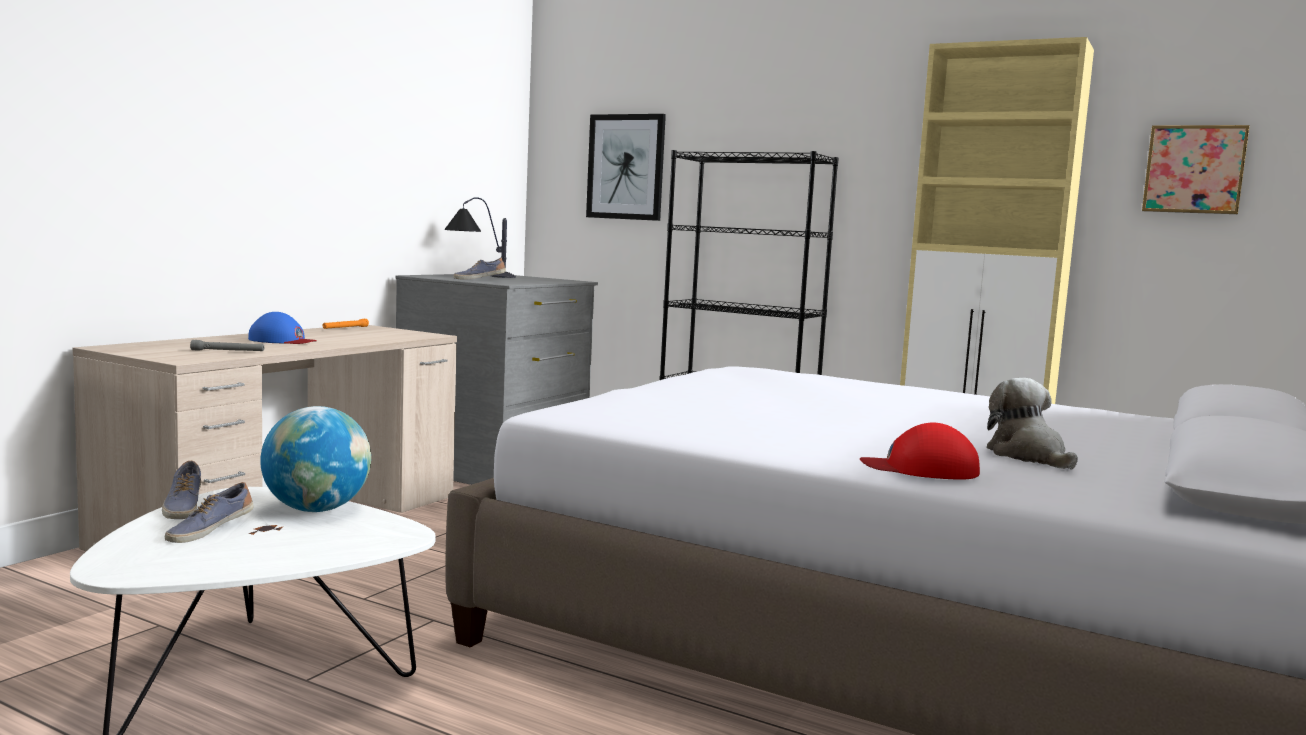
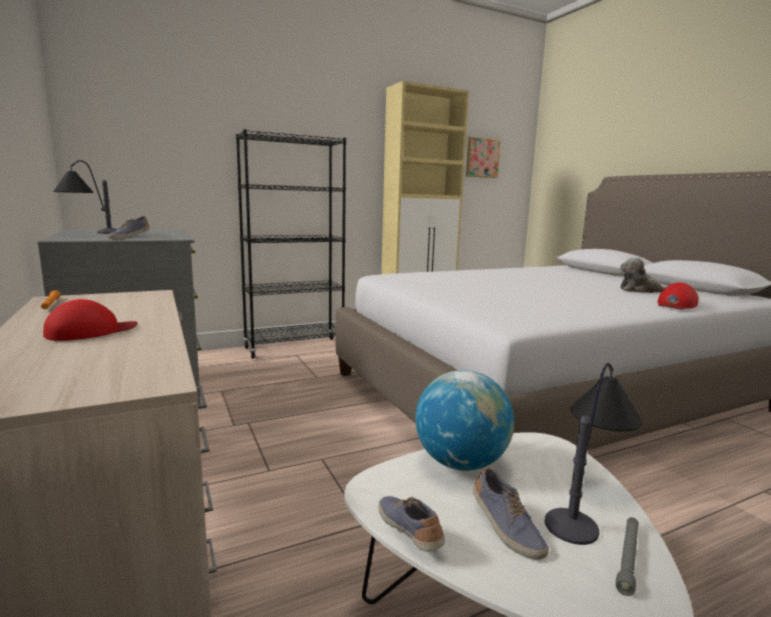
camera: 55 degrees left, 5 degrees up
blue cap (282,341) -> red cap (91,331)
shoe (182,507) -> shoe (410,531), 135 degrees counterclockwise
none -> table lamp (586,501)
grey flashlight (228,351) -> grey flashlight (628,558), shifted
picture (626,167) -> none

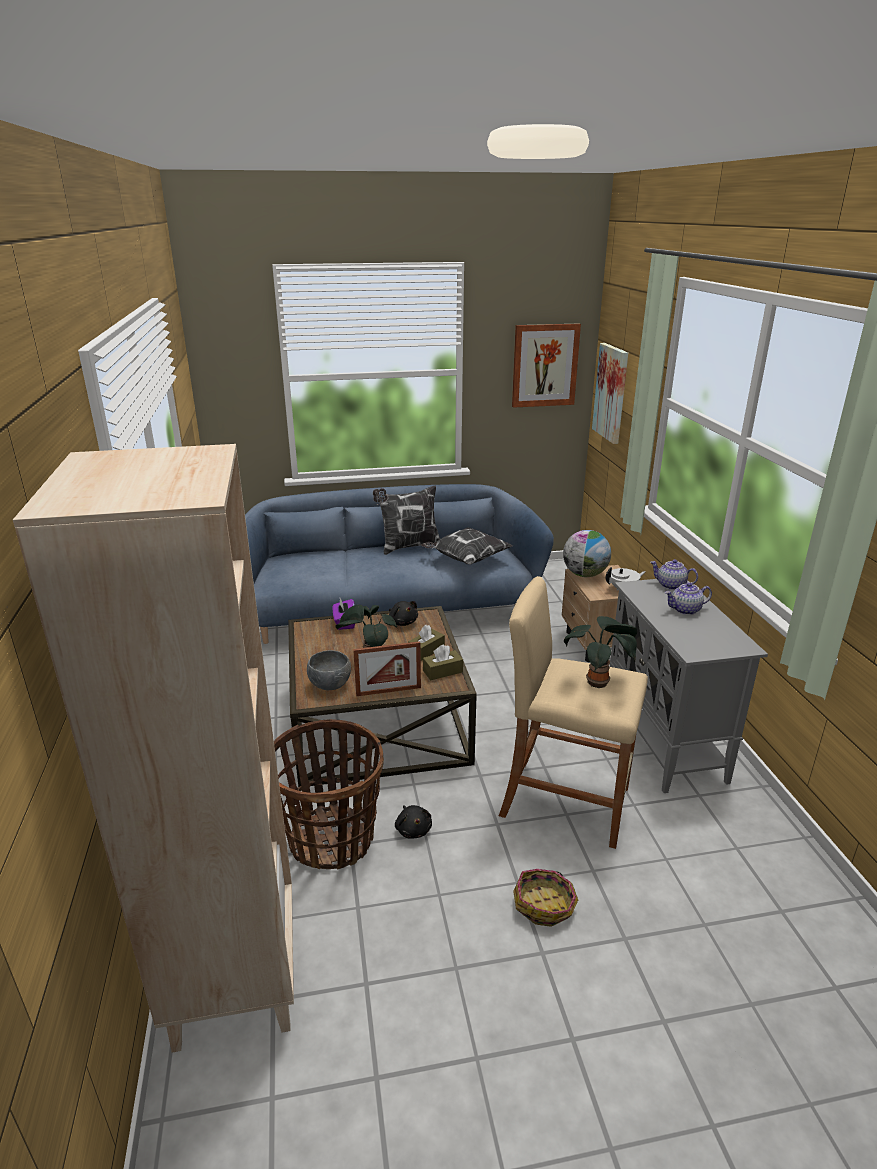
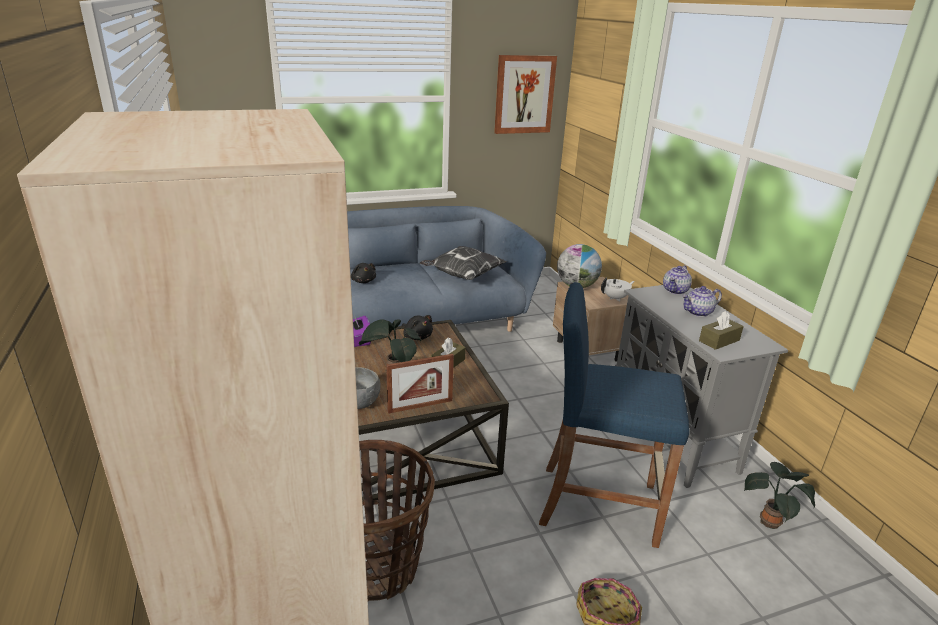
camera: 10 degrees left, 0 degrees up
black plush toy (413,829) -> black plush toy (363,281), shifted
beige stool (565,801) -> blue stool (598,504)
teapot (670,585) -> teapot (675,291), 75 degrees counterclockwise
brown tissue box (442,671) -> brown tissue box (719,340), shifted
potted plant (599,682) -> potted plant (770,521), shifted
pillow (408,546) -> none
picture (611,392) -> none

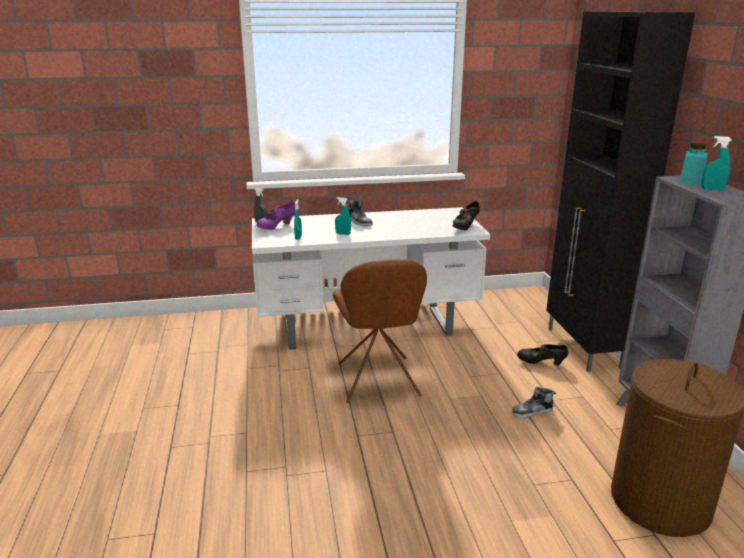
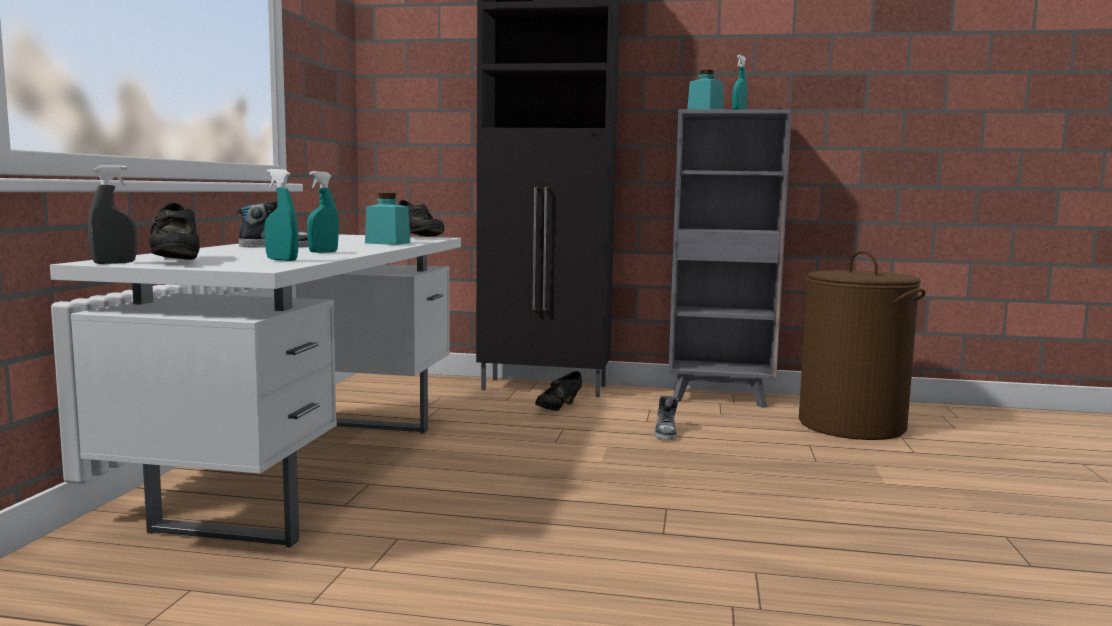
camera: 70 degrees left, 15 degrees down
purple shoe (276,227) -> black shoe (176,261)
none -> turquoise jar (387,243)
brown chair (378,381) -> none

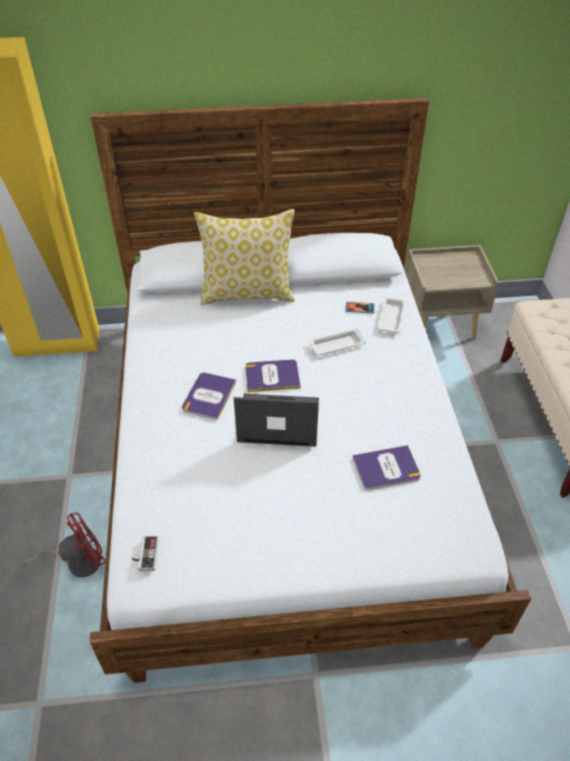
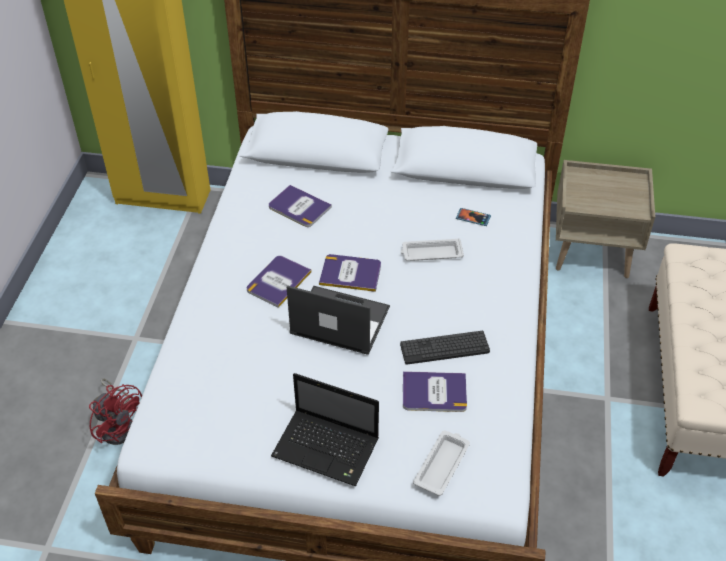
camera: 15 degrees right, 0 degrees up
red fan (77,561) -> red fan (119,425), 60 degrees clockwise
none -> book (299,207)
none -> laptop (328,448)
none -> keyboard (444,348)
white tray (391,317) -> white tray (442,464), shifted
game controller (145,555) -> none
pillow (248,293) -> none

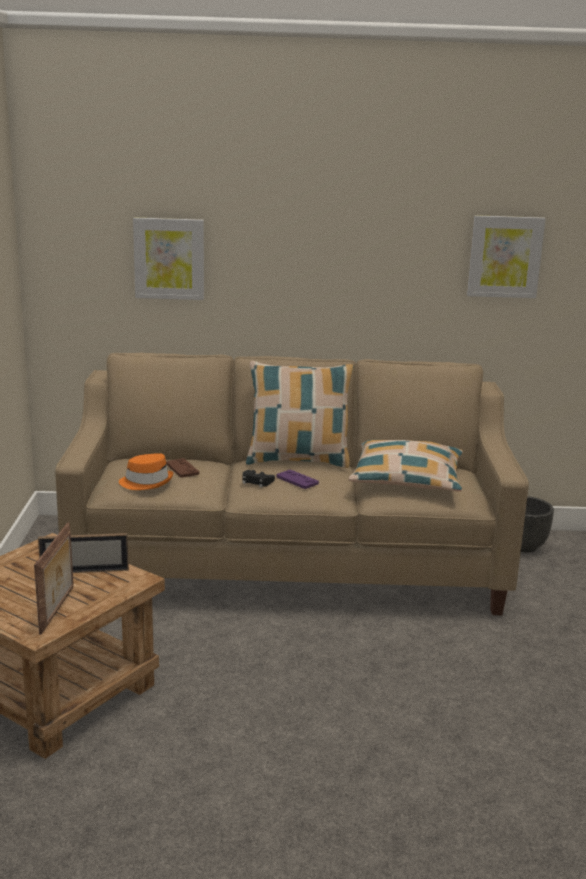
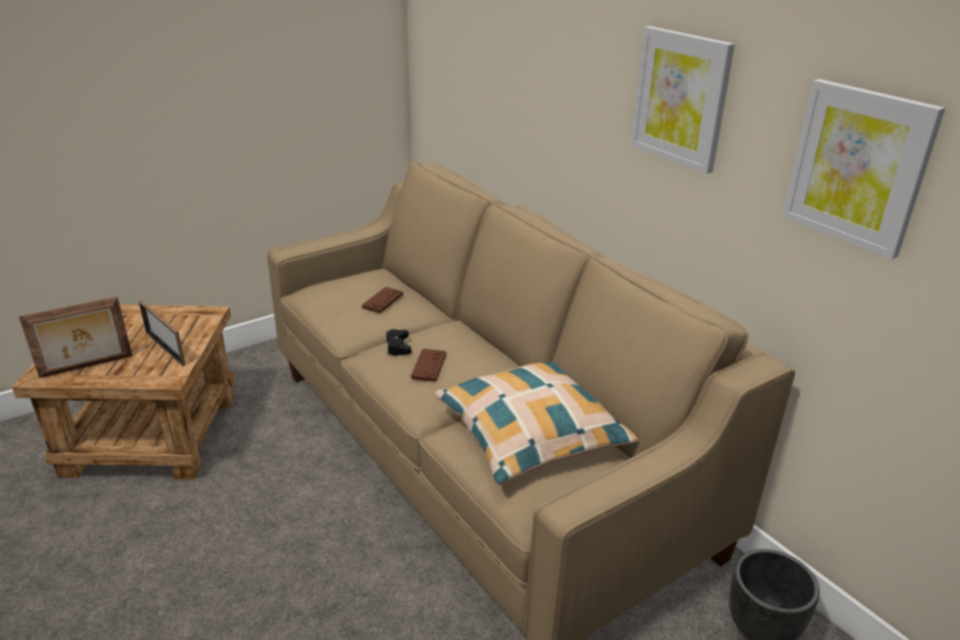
camera: 55 degrees right, 10 degrees up
purple game controller (297,480) -> brown game controller (429,366)
picture (169,258) -> picture (681,98), shifted
orange hat (146,482) -> none
pillow (298,460) -> none

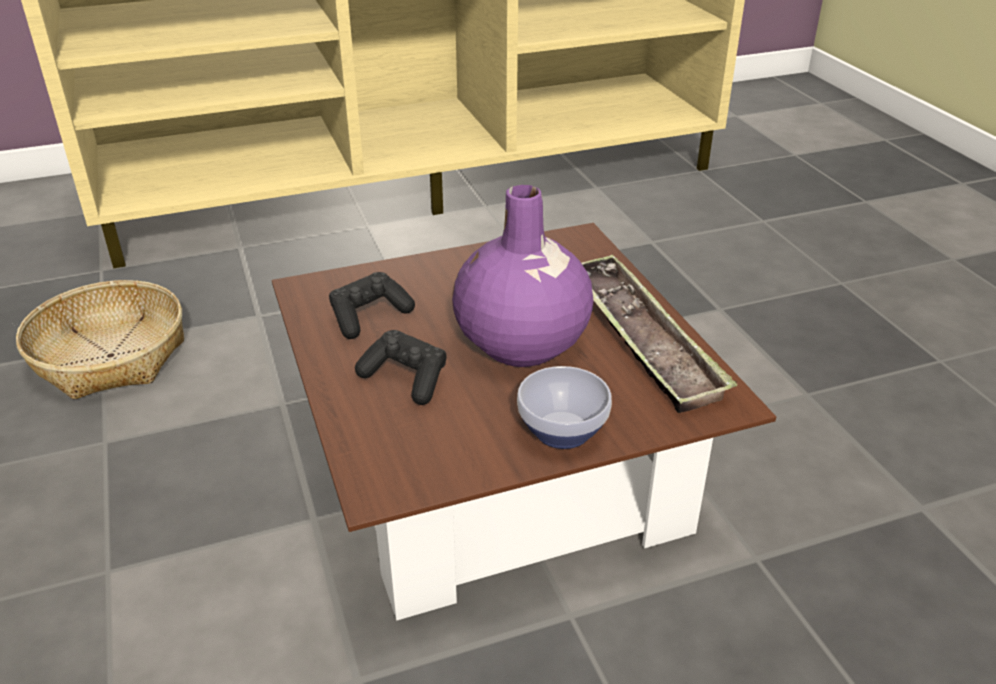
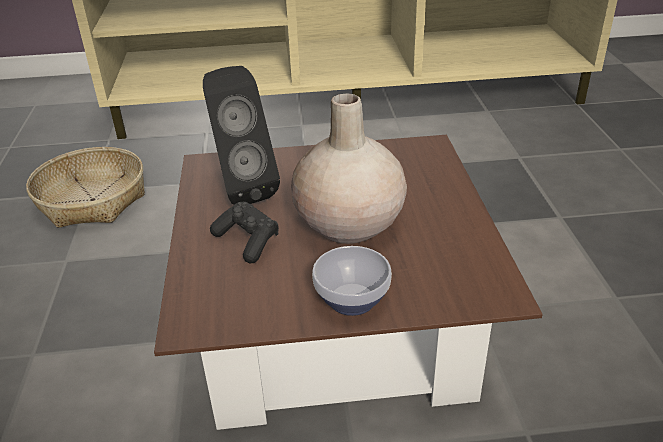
camera: 15 degrees right, 0 degrees up
black game controller (369,317) -> black speaker (241,190)
purple vase (522,344) -> beige vase (349,224)
tray (641,338) -> none

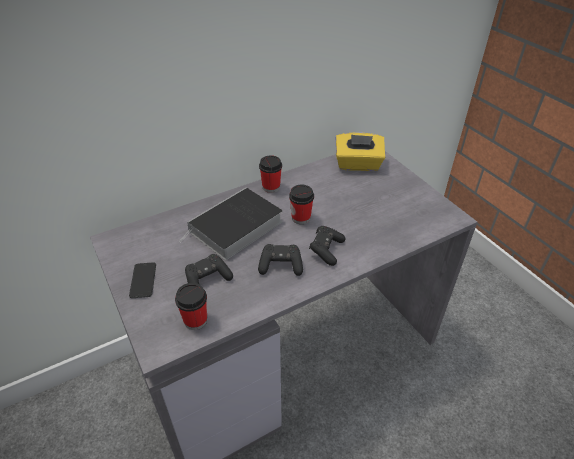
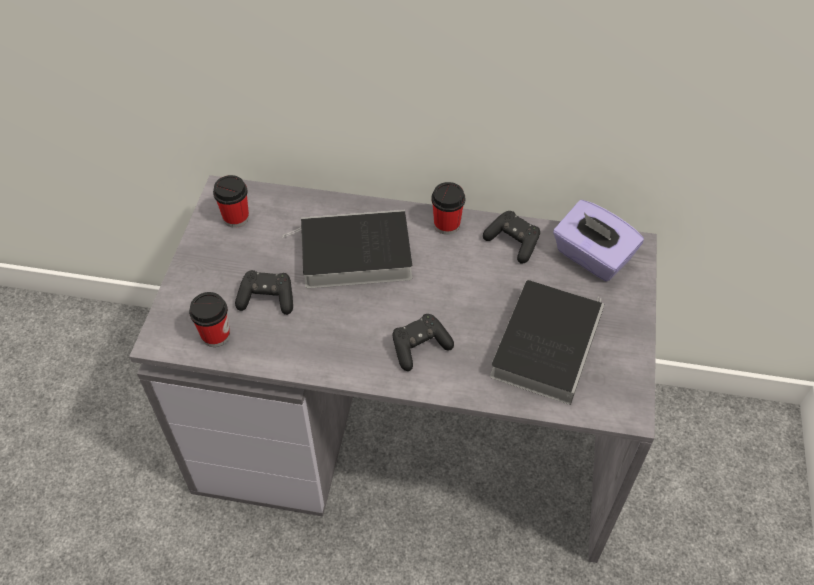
camera: 40 degrees right, 10 degrees up
cup (301,218) -> cup (236,218), shifted
black game controller (281,266) -> black game controller (513,242), shifted
none -> book (546,342)
yellow tissue box (358,165) -> purple tissue box (591,257)
phone (143,280) -> none

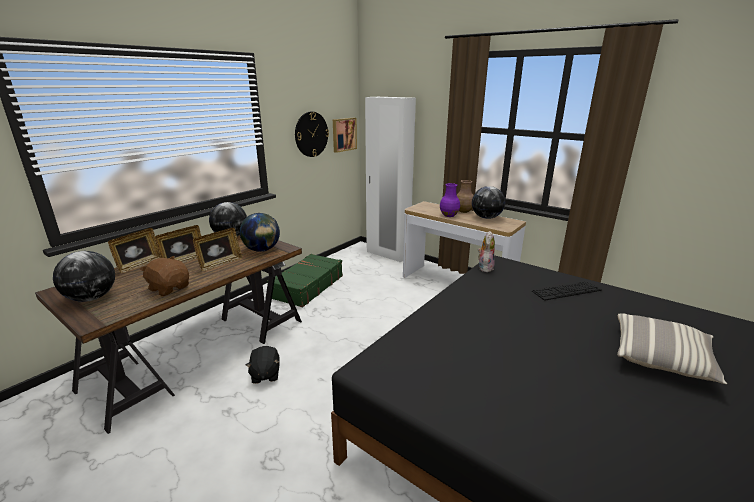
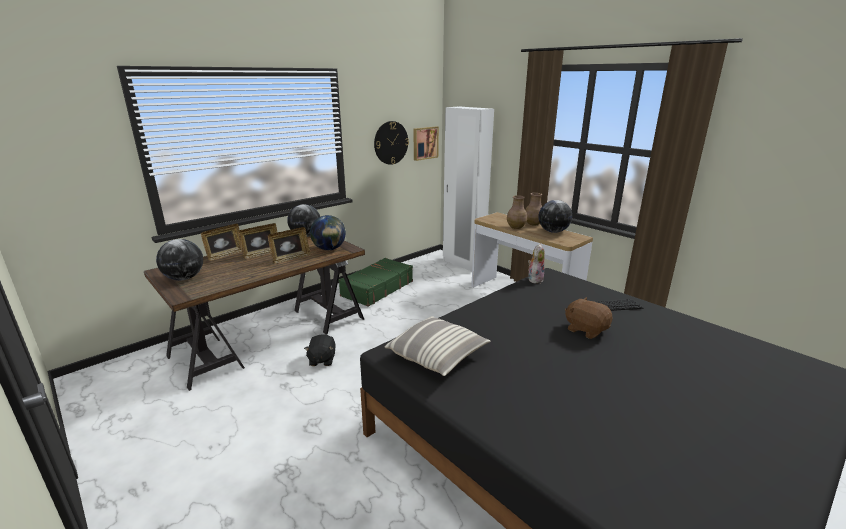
camera: 10 degrees right, 0 degrees up
pillow (661,358) -> pillow (437,356), shifted
purple vase (449,215) -> brown vase (516,227)
brown plush toy (169,288) -> brown plush toy (586,330), shifted

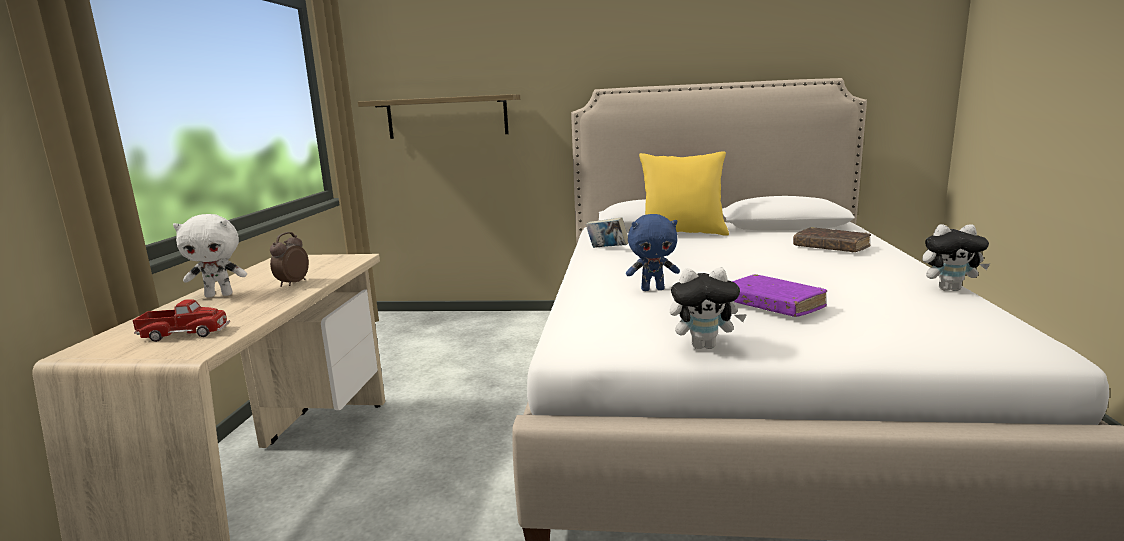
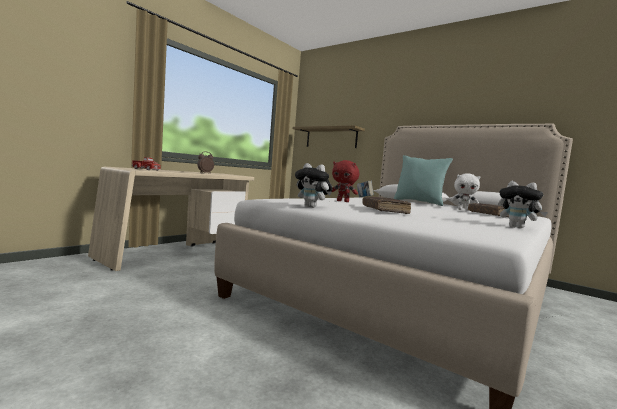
camera: 30 degrees right, 10 degrees down
blue plush toy (653,289) -> red plush toy (343,201)
purple book (773,305) -> brown book (384,210)
yellow pillow (683,234) -> turquoise pillow (419,203)
white plush toy (220,295) -> white plush toy (463,210), shifted

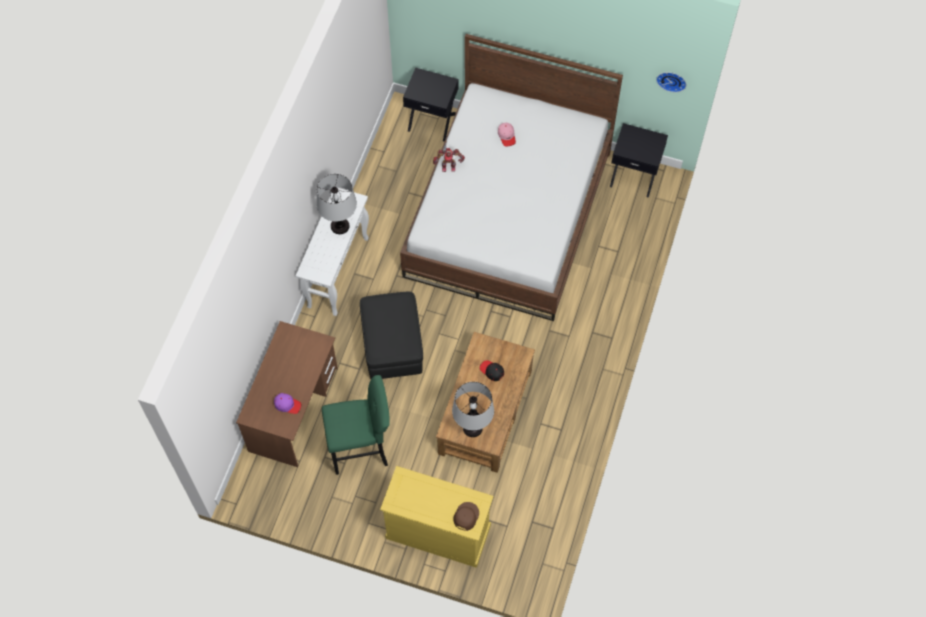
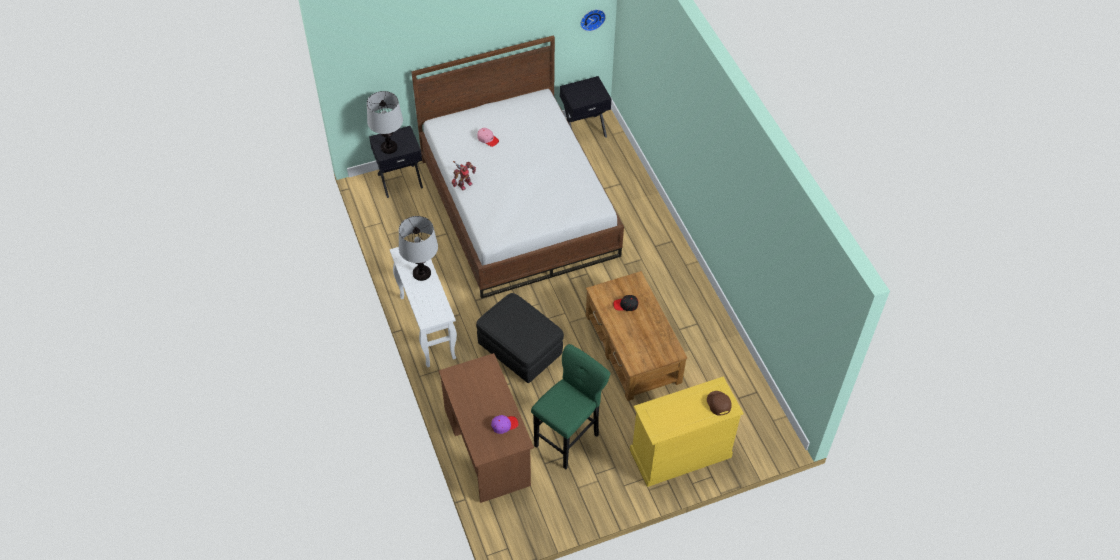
camera: 40 degrees left, 10 degrees down
table lamp (473,428) -> table lamp (389,147), shifted

